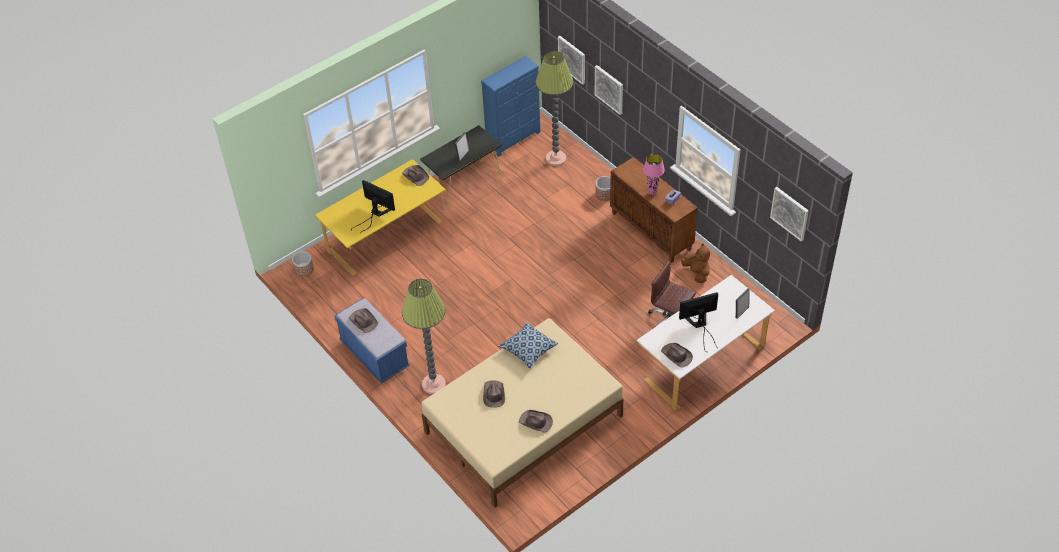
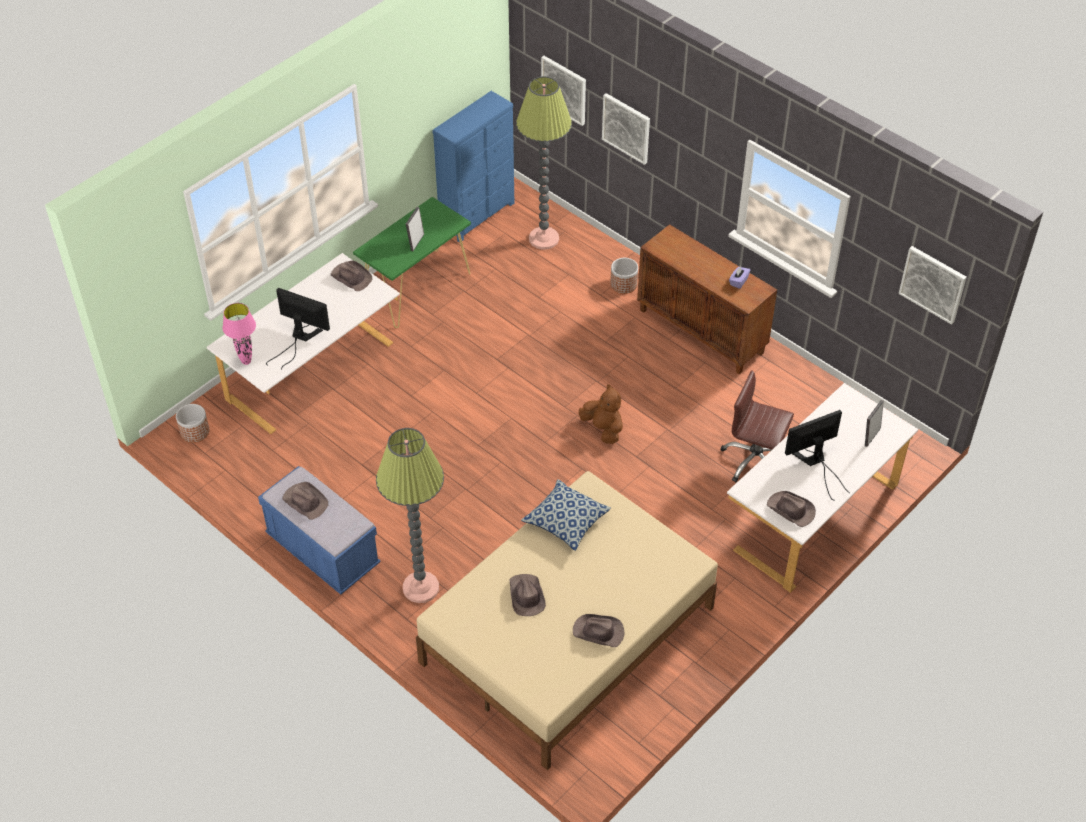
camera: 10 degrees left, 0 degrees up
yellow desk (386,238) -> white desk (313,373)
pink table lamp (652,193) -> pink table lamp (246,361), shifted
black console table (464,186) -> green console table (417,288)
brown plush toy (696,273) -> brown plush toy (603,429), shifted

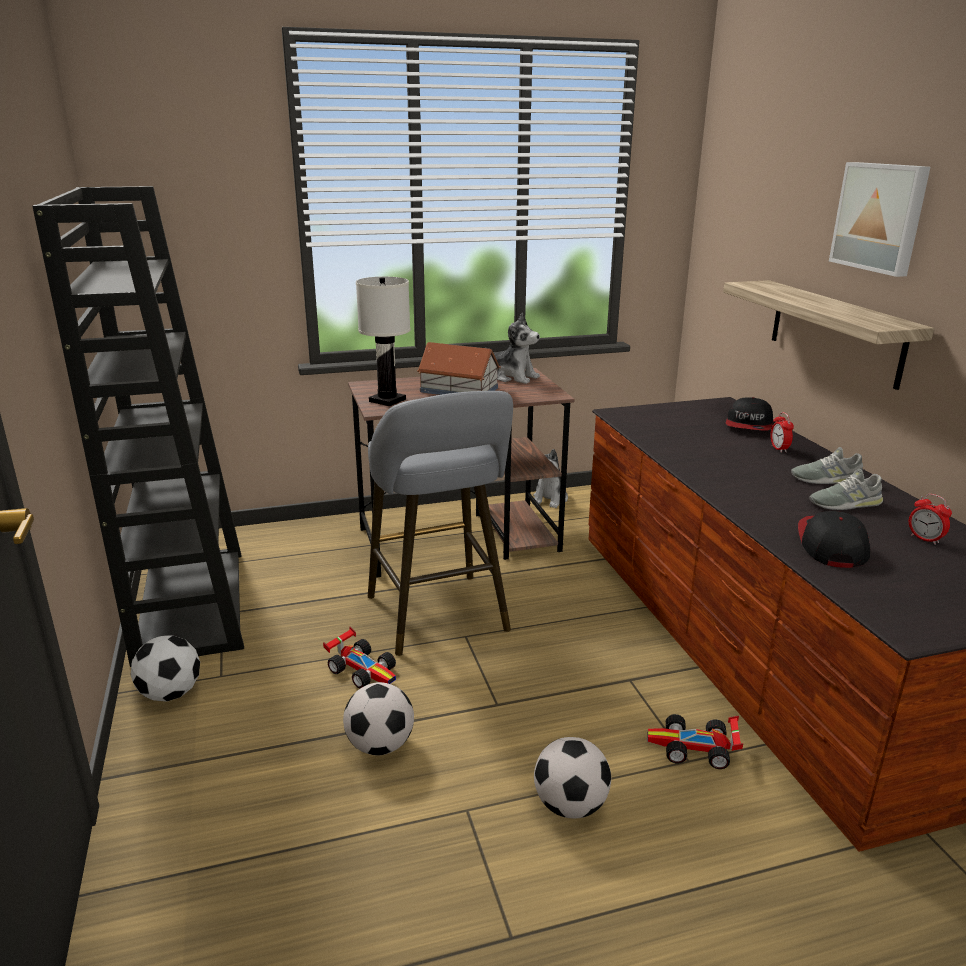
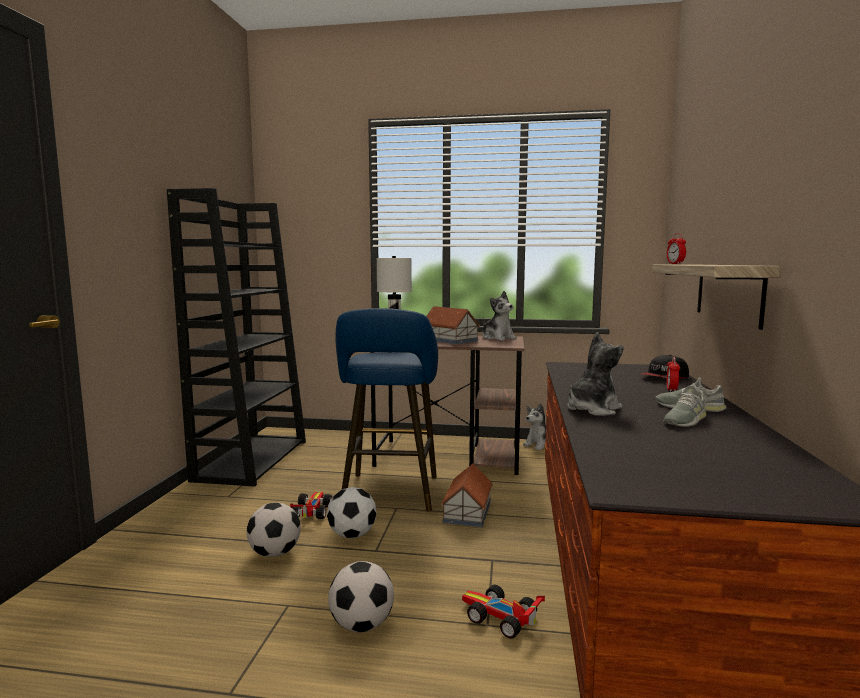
camera: 25 degrees right, 15 degrees down
toy car (363,669) -> toy car (311,511), 150 degrees counterclockwise
football (170,693) -> football (352,535), shifted
grey stool (440,618) -> blue stool (390,495)
none -> toy house (468,511)
none -> plush toy (592,409)
grey shoe (845,503) -> grey shoe (685,420), 60 degrees counterclockwise
alarm clock (924,539) -> alarm clock (675,264), shifted
cap (831,544) -> none
picture (880,217) -> none

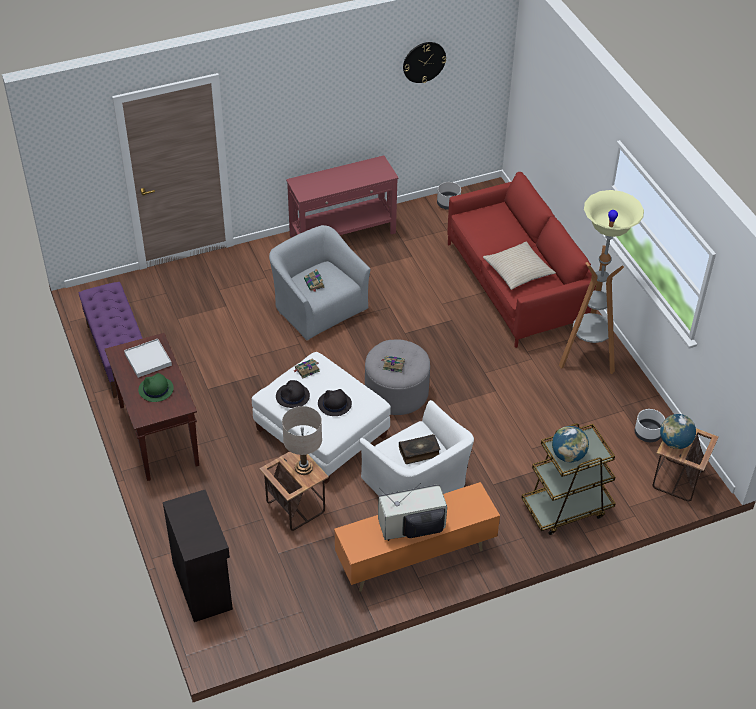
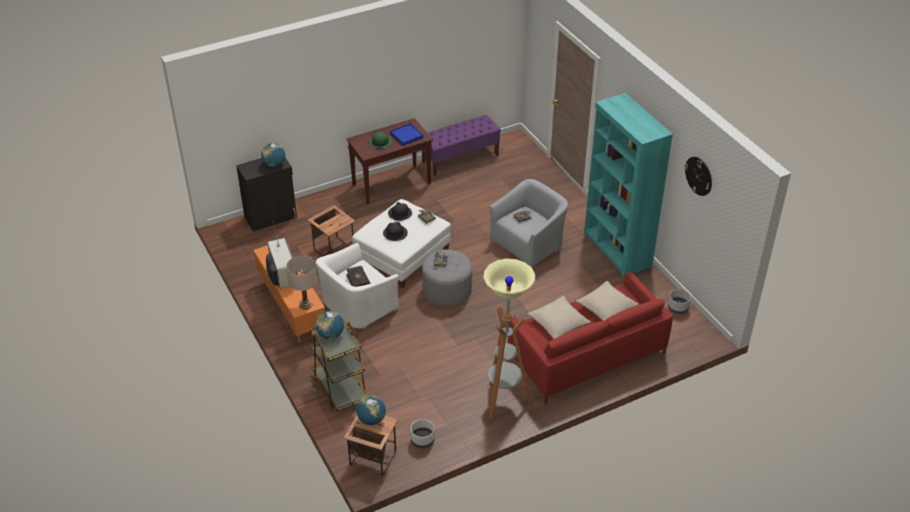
camera: 85 degrees right, 5 degrees down
none -> globe (274,164)
beige table lamp (304,467) -> beige table lamp (305,304), shifted
white tray (148,359) -> blue tray (406,135)
none -> beige pillow (606,308)
red console table (343,234) -> turquoise bookcase (617,250)

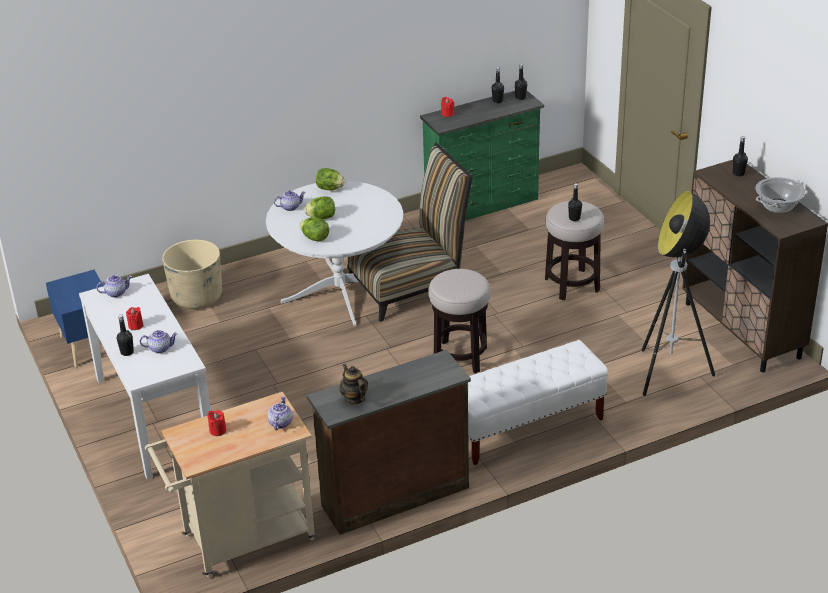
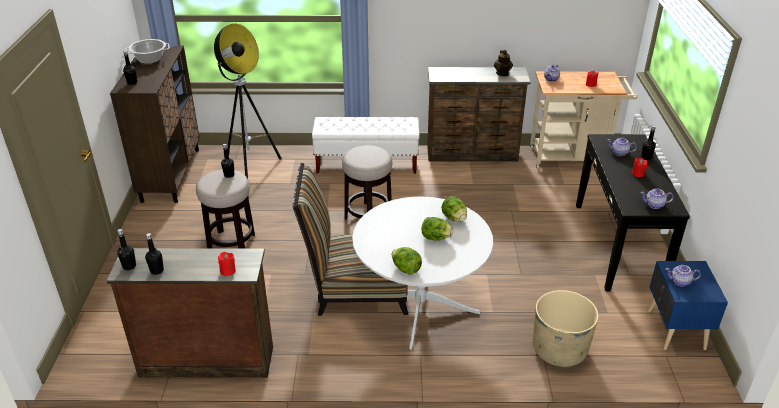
camera: 155 degrees left, 0 degrees up
green dresser (483,205) -> brown dresser (206,360)
white console table (154,417) -> black console table (618,245)
teapot (290,207) -> teapot (680,282), shifted

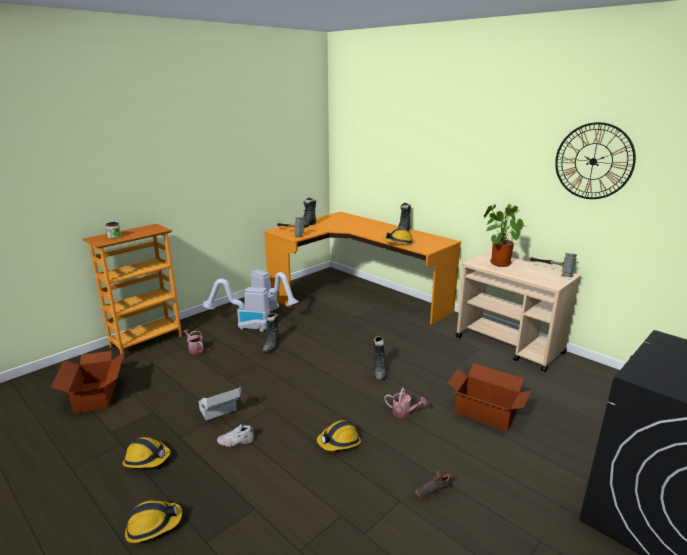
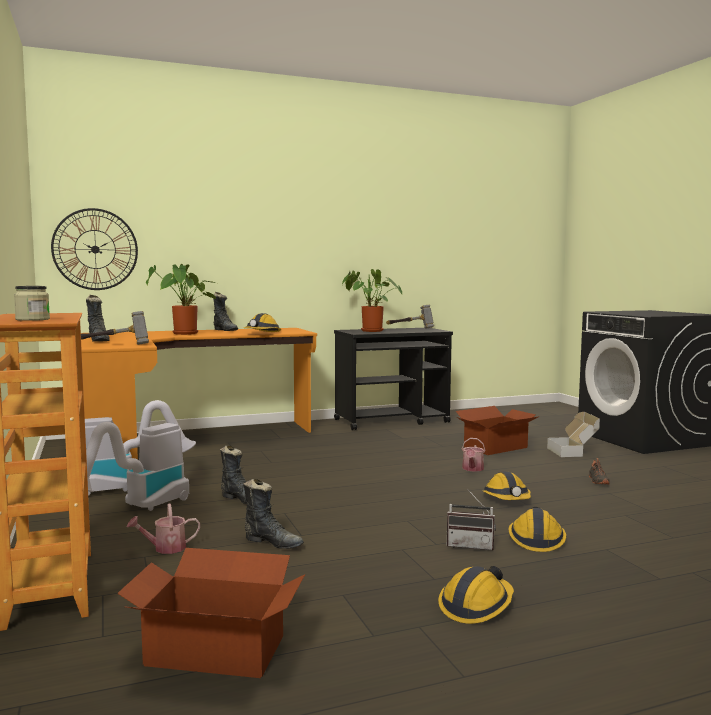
camera: 65 degrees left, 15 degrees down
wall clock (593,161) -> wall clock (95,249), shifted
none -> potted plant (185,334)
black boot (379,372) -> black boot (273,543), shifted
beige cart (509,345) -> black cart (392,421)
white shoe (236,441) -> radio (471,545)
watering can (404,412) -> watering can (472,469), 150 degrees clockwise
hard hat (153,525) -> hard hat (536,539), shifted
cardboard box (220,414) -> cardboard box (573,452), shifted

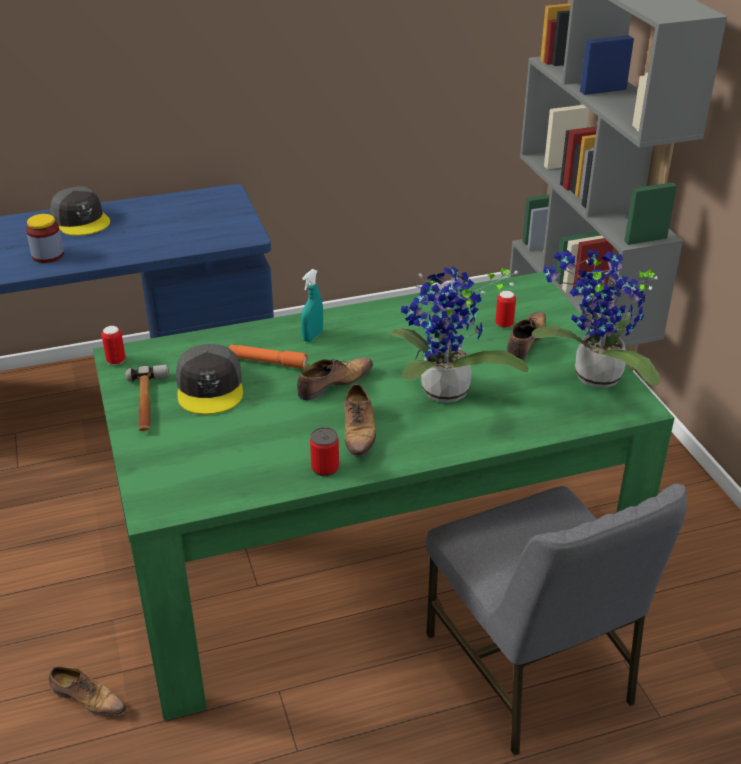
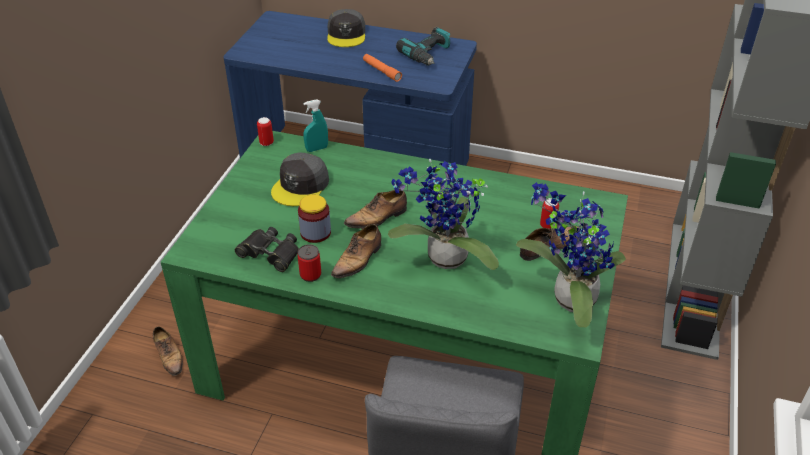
camera: 35 degrees right, 5 degrees up
none -> black binoculars (270,253)
jar (48,255) -> jar (315,232), shifted
turquoise spray bottle (312,336) -> turquoise spray bottle (317,149), shifted
shoe (333,384) -> shoe (378,218), 150 degrees clockwise
orange flashlight (267,362) -> orange flashlight (381,71), shifted
none -> power drill (428,55)
hammer (147,403) -> none

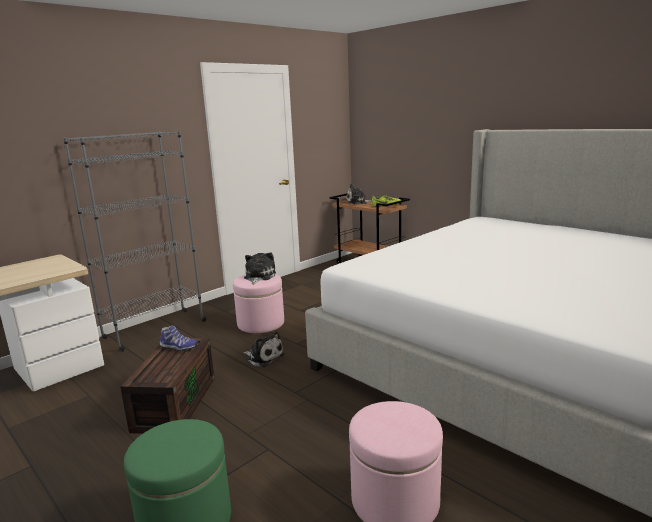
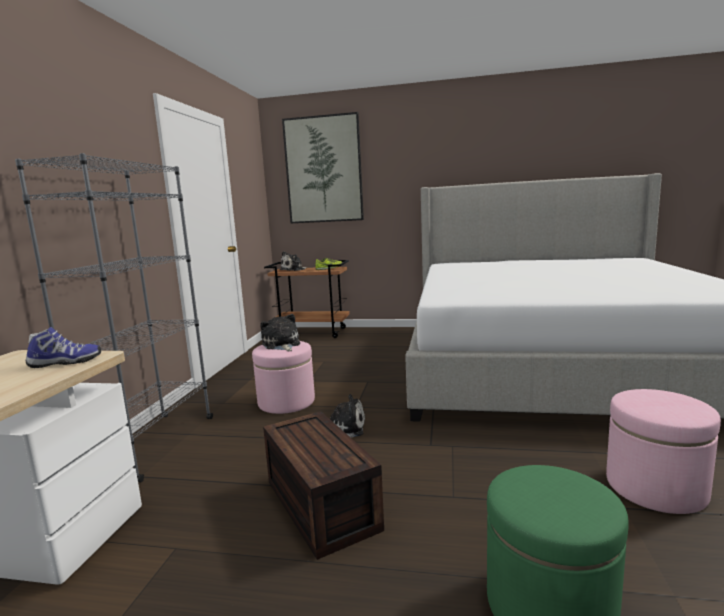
camera: 35 degrees left, 5 degrees down
shoe (178,348) -> shoe (65,363), shifted
none -> picture (323,170)

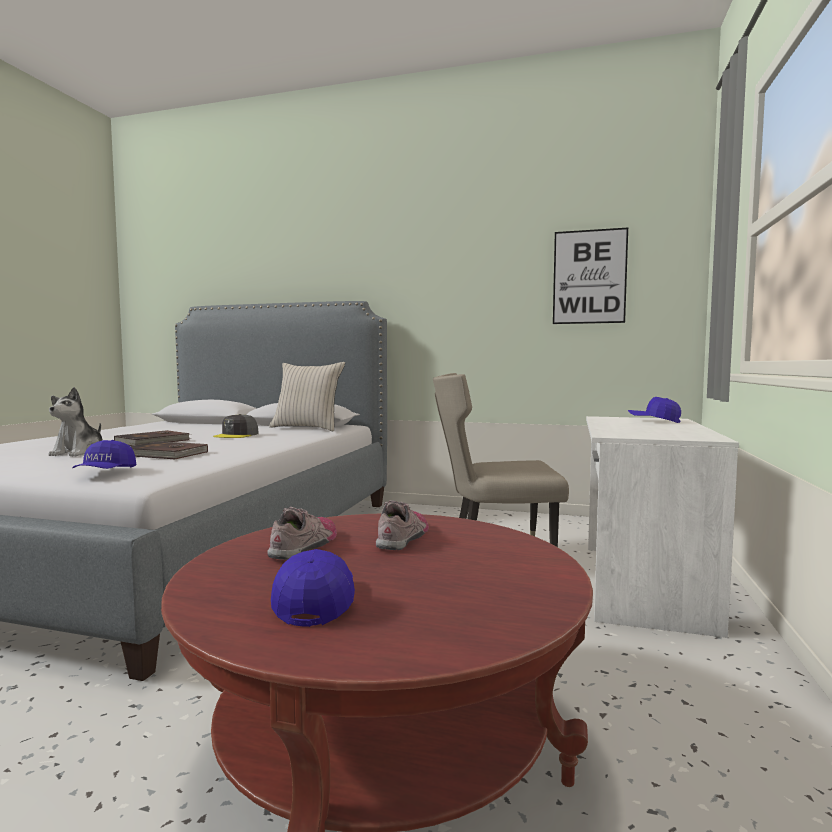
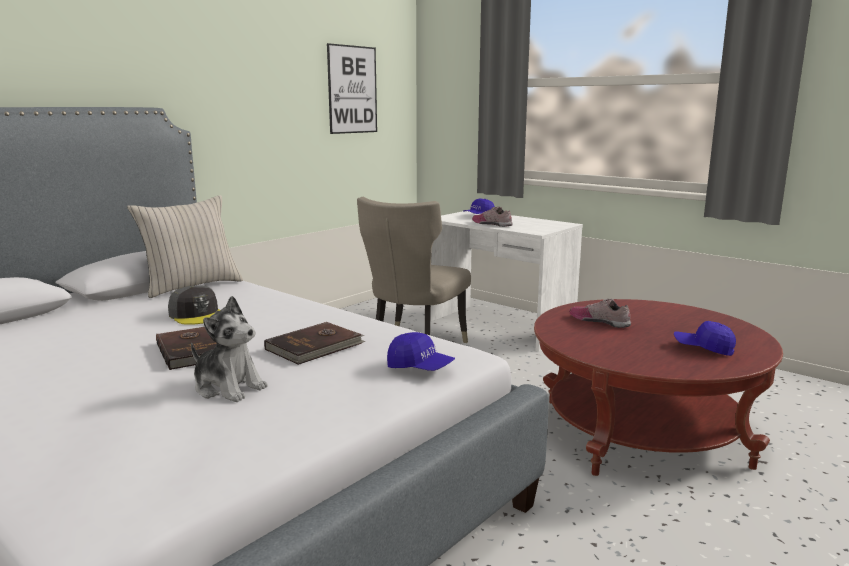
camera: 65 degrees left, 10 degrees up
shoe (305,545) -> shoe (492,224), shifted

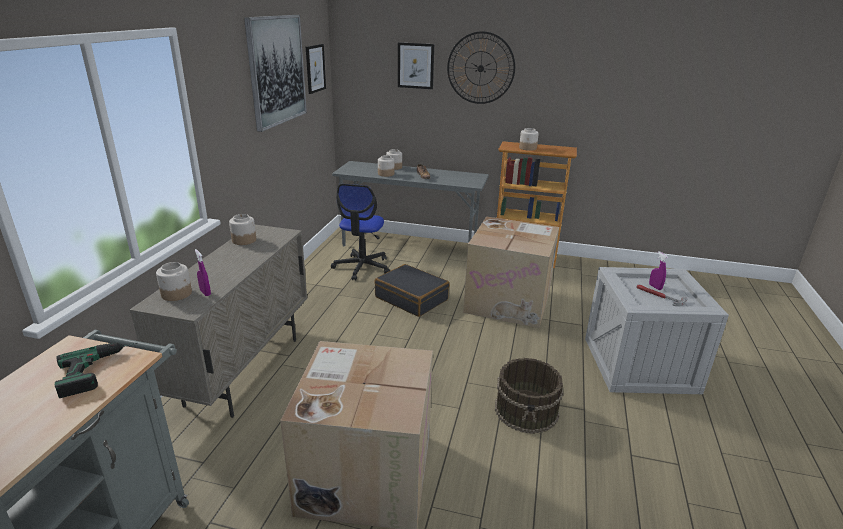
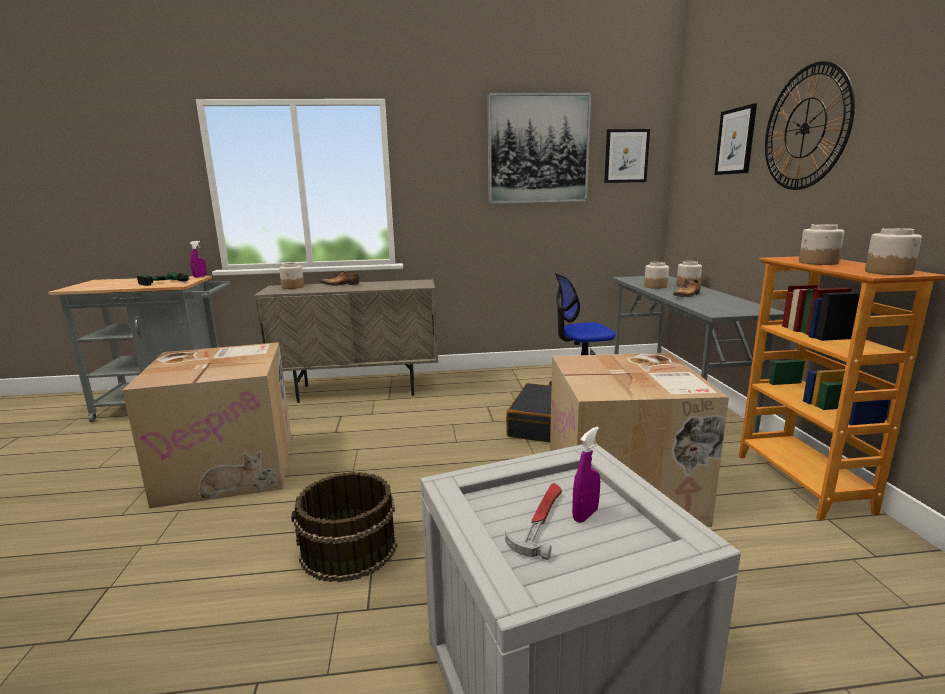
camera: 70 degrees right, 10 degrees down
purple spray bottle (205,293) -> purple spray bottle (200,276), shifted
none -> shoe (341,285)
jar (244,240) -> jar (888,272), shifted

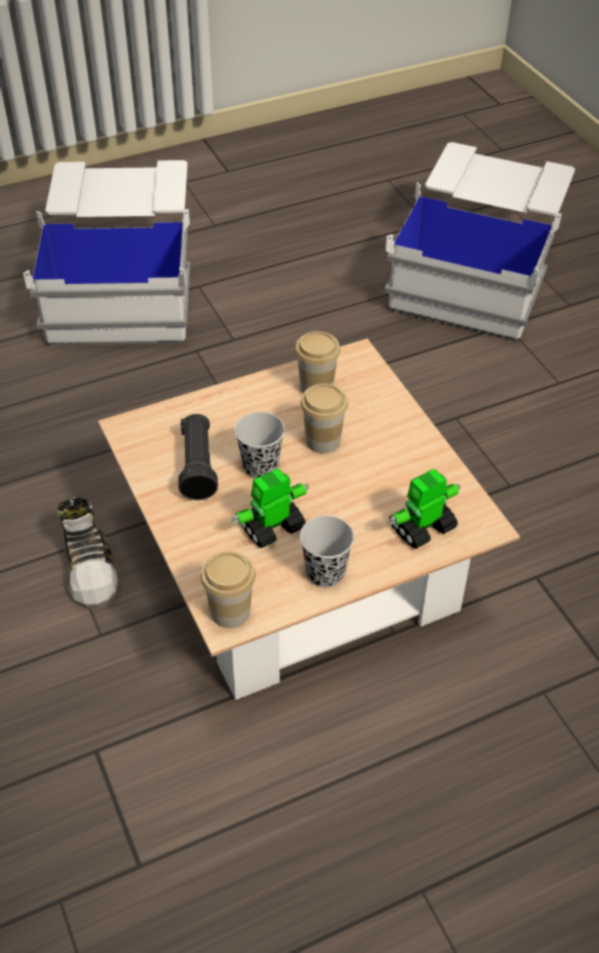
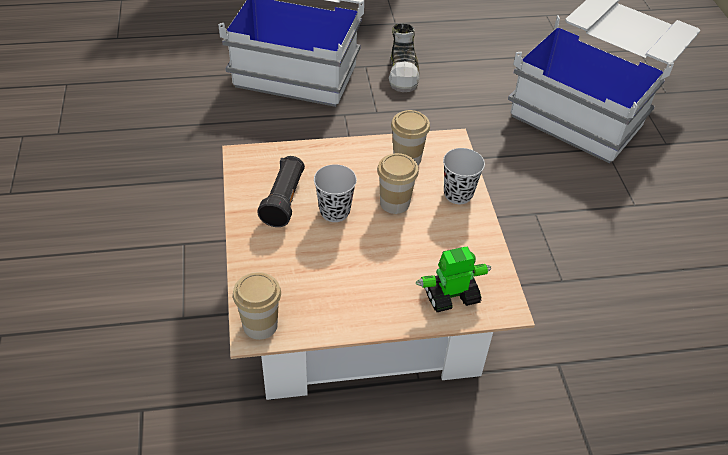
camera: 15 degrees right, 0 degrees up
shoe (92,569) -> shoe (404,73), shifted
black cup (325,573) -> black cup (458,194), shifted
toy robot (271,527) -> none

